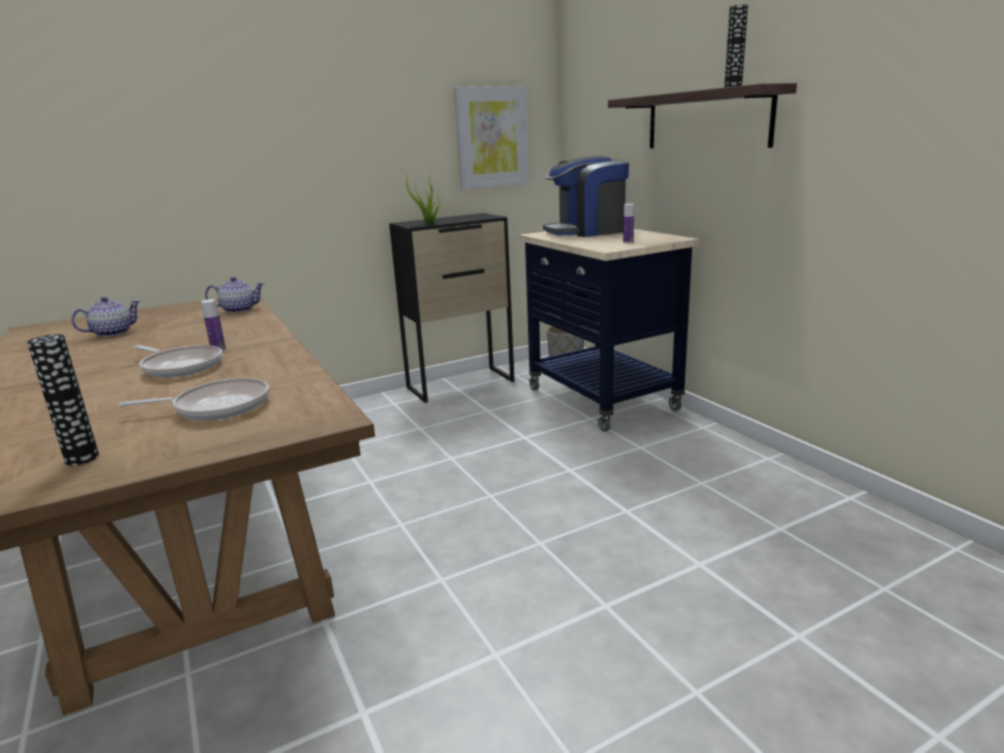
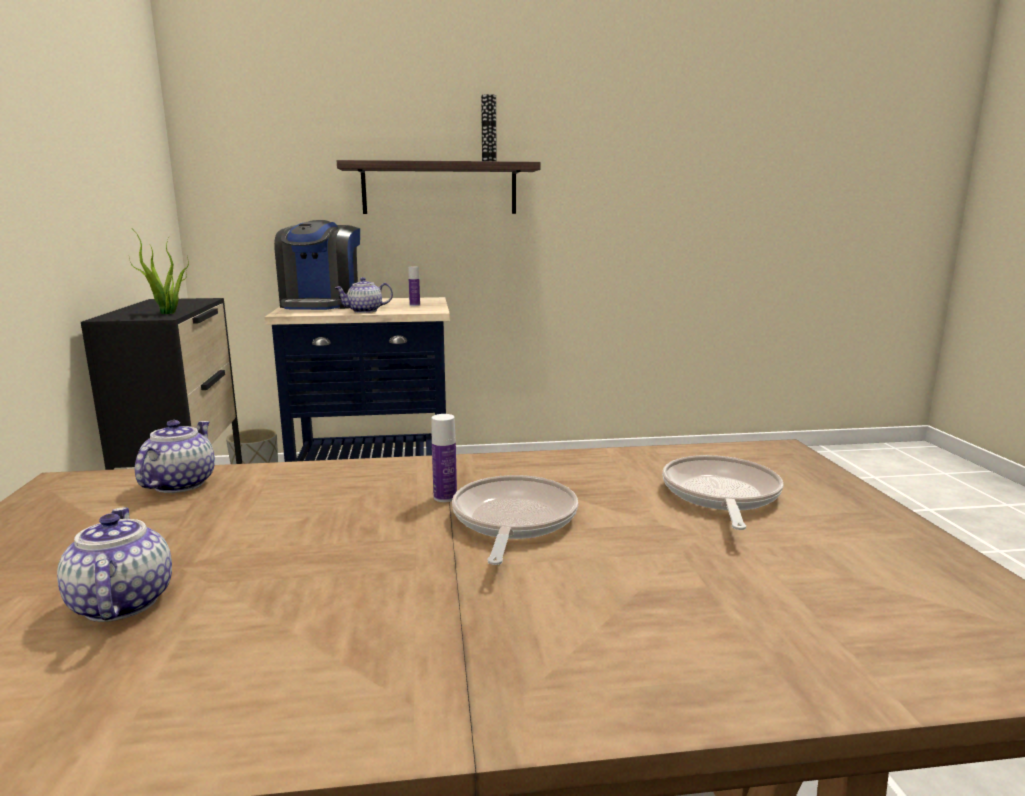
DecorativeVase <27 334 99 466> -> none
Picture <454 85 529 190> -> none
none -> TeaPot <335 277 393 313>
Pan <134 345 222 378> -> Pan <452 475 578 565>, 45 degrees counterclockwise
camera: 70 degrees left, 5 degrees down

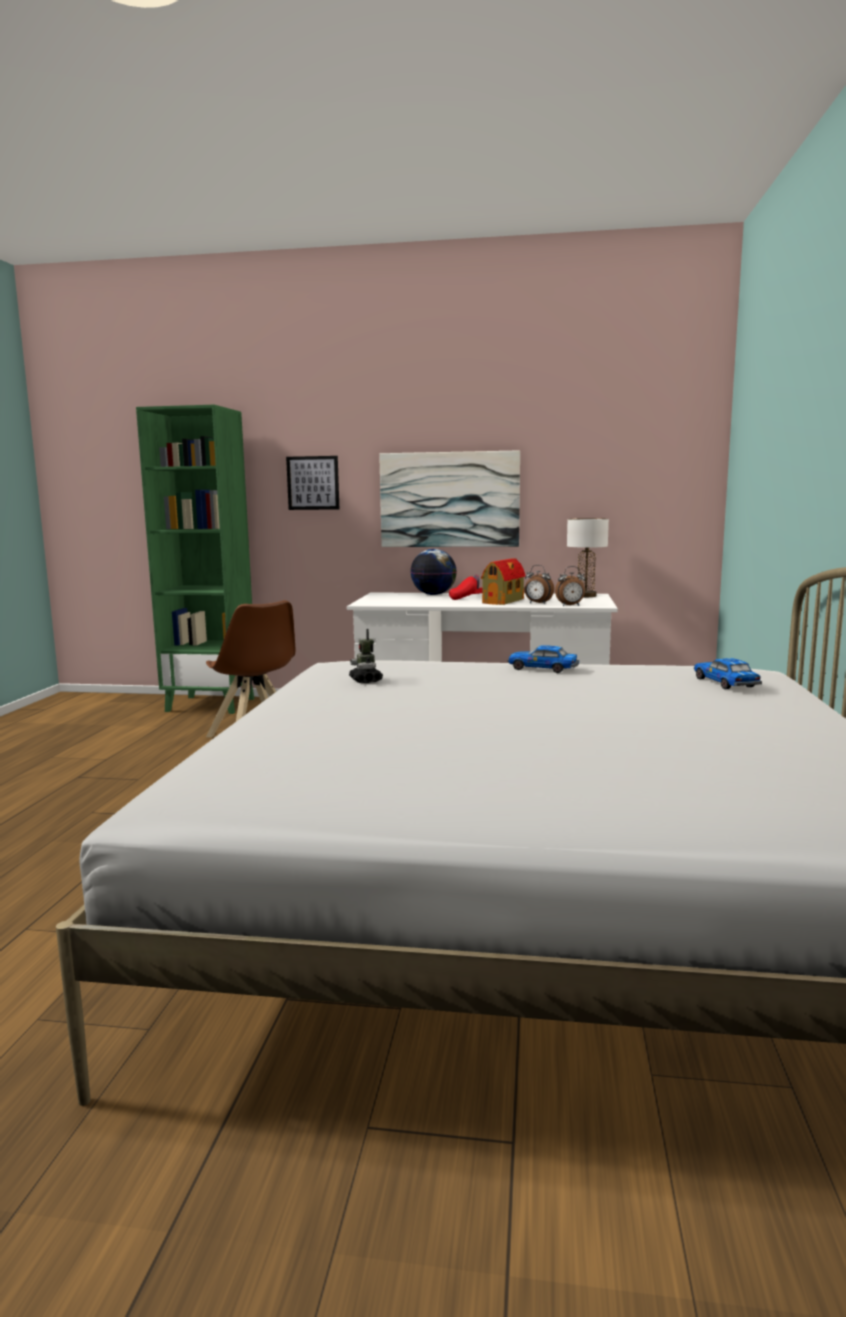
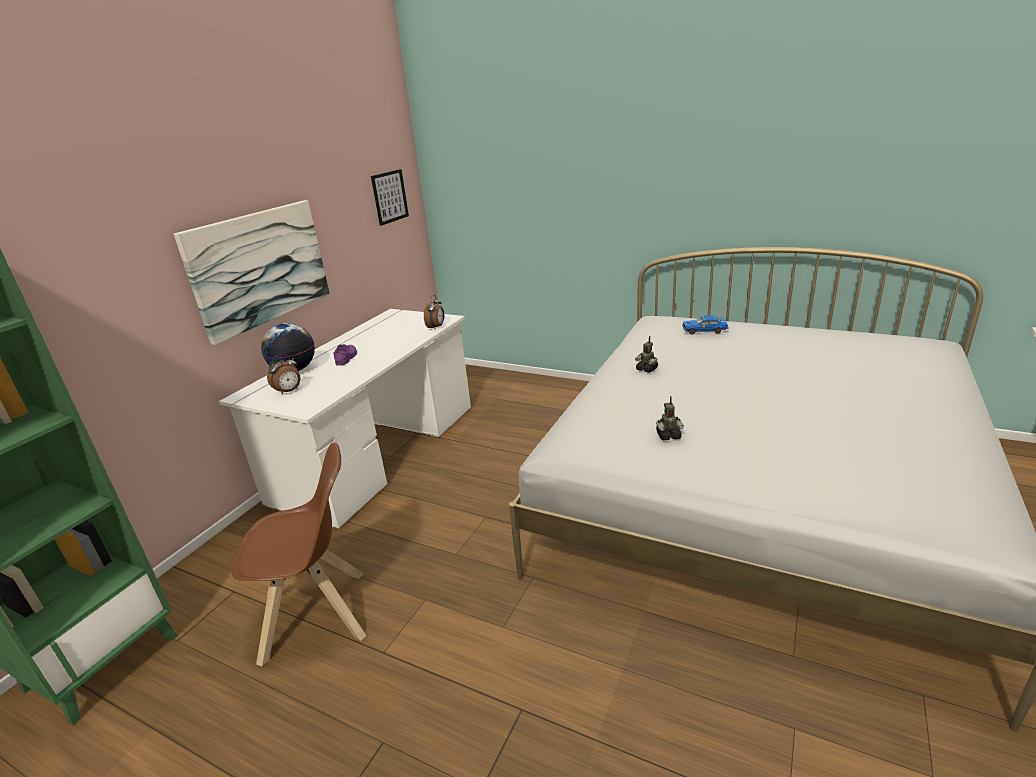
ToyHouse <481 558 525 605> -> none
TableLamp <567 518 609 597> -> none
Picture <286 456 339 510> -> Picture <371 169 409 226>, move
AlarmClock <525 565 554 604> -> AlarmClock <267 354 301 395>, move
RedColouredCap <449 574 482 600> -> PurpleColouredItemOfFootwear <333 344 357 366>
ToyCar <507 645 579 673> -> ModelRobot <635 336 658 373>
camera: 70 degrees left, 15 degrees up

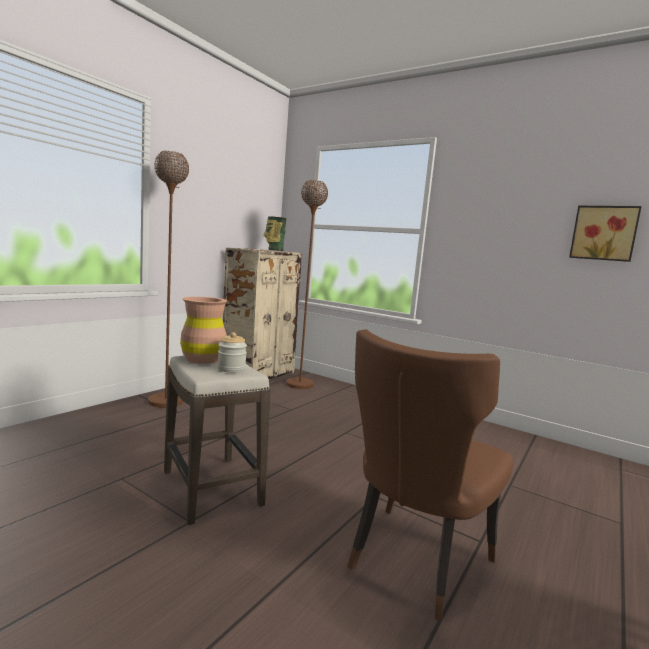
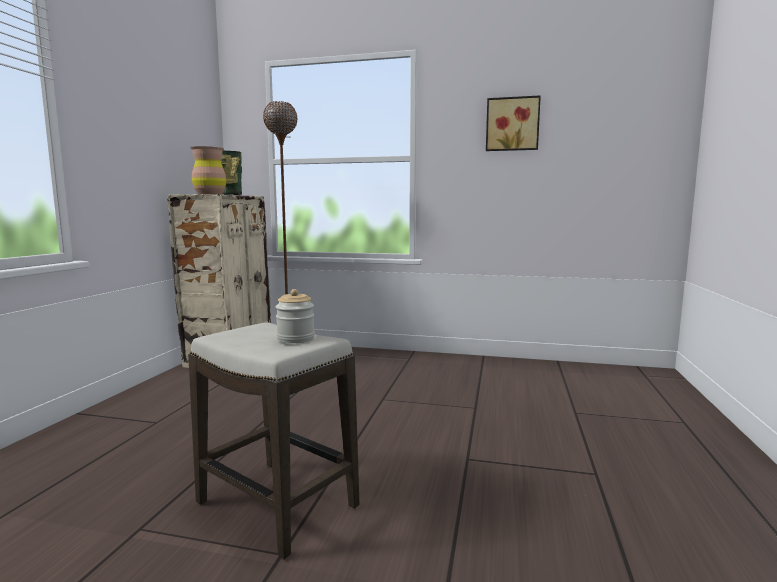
BrownishStandingLamp <148 151 189 408> -> none
BrownishPlainChair <347 329 513 621> -> none
BrownishDecorativeVase <180 297 228 364> -> BrownishDecorativeVase <190 146 226 195>, move
Picture <569 206 642 262> -> Picture <486 95 541 151>, move
camera: 20 degrees left, 0 degrees up

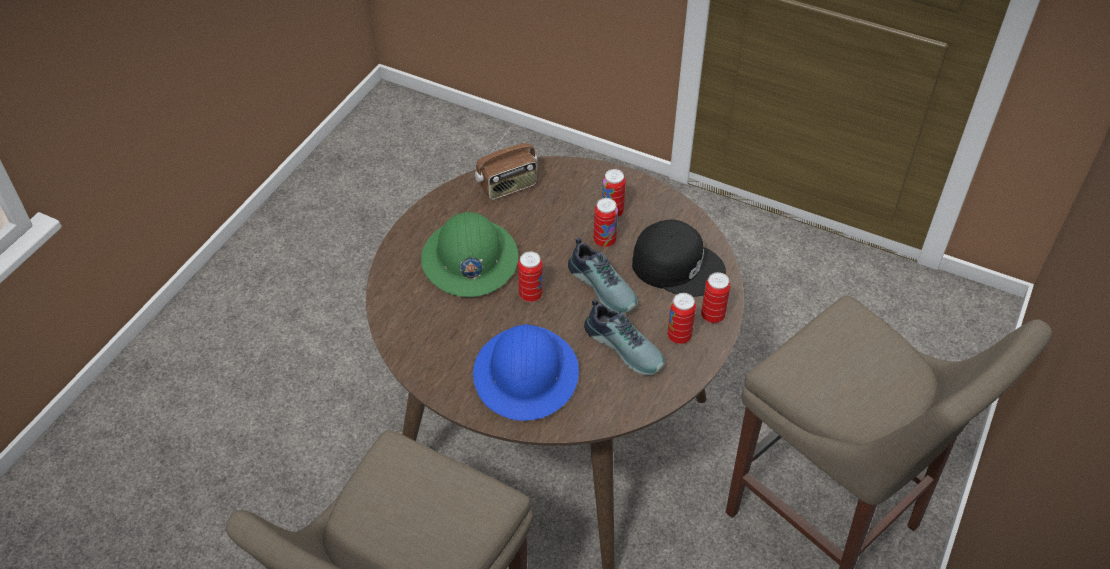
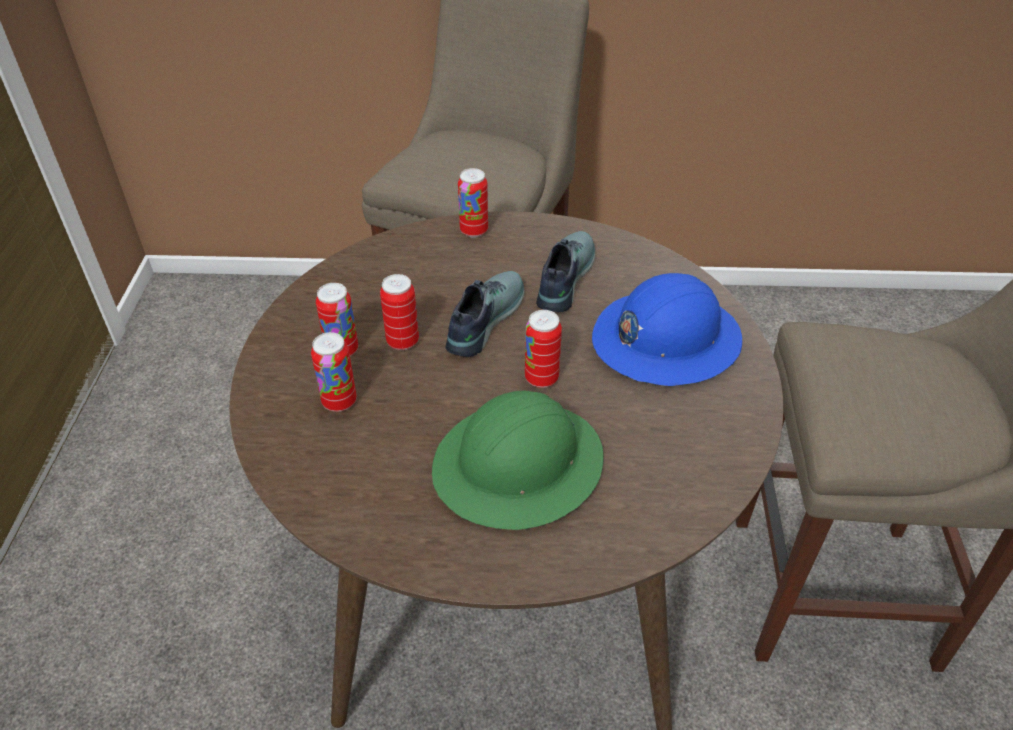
Radio <475 127 538 200> -> none
BlackColouredCap <632 220 726 297> -> none
MetalCan <667 293 696 344> -> MetalCan <311 332 357 412>, move
camera: 115 degrees left, 5 degrees down

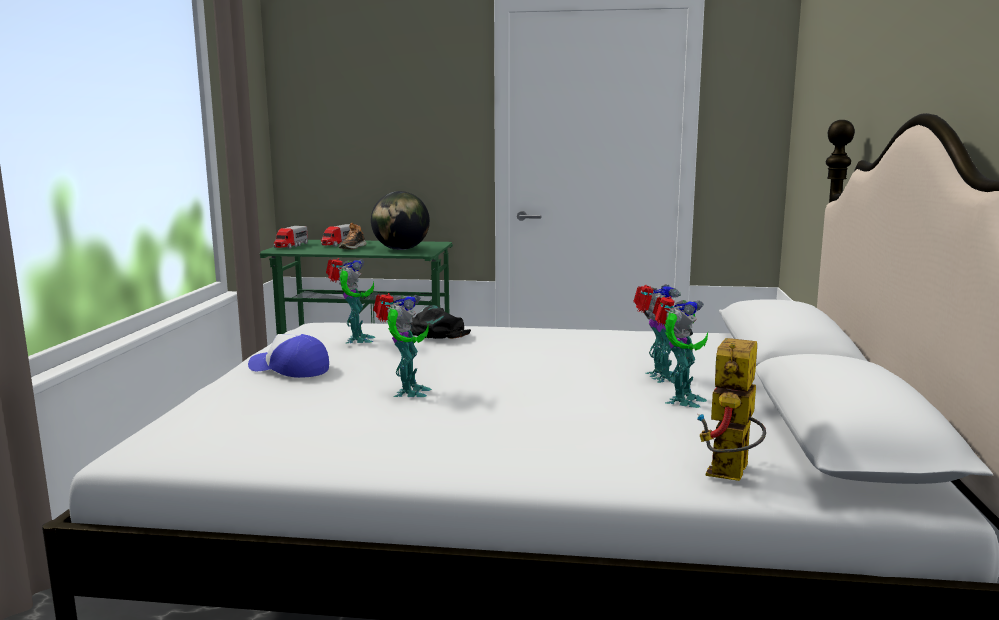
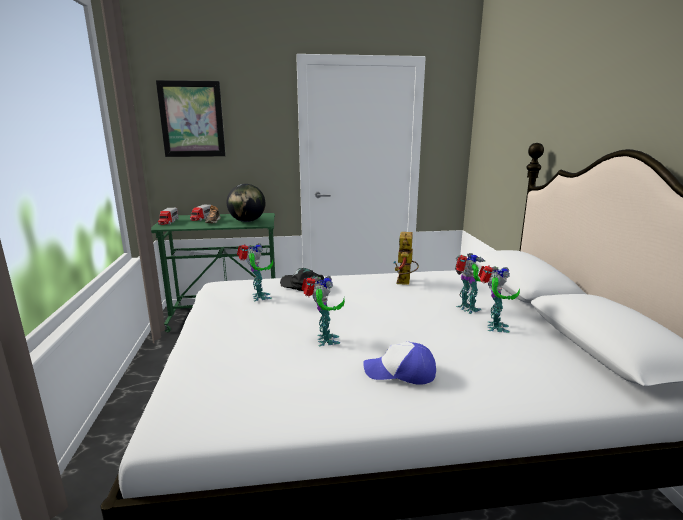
none -> Picture <156 80 226 157>
Cap <248 334 329 378> -> Cap <363 342 436 385>, move
ModelRobot <697 338 766 481> -> ModelRobot <393 232 419 285>, move
camera: 15 degrees left, 5 degrees up

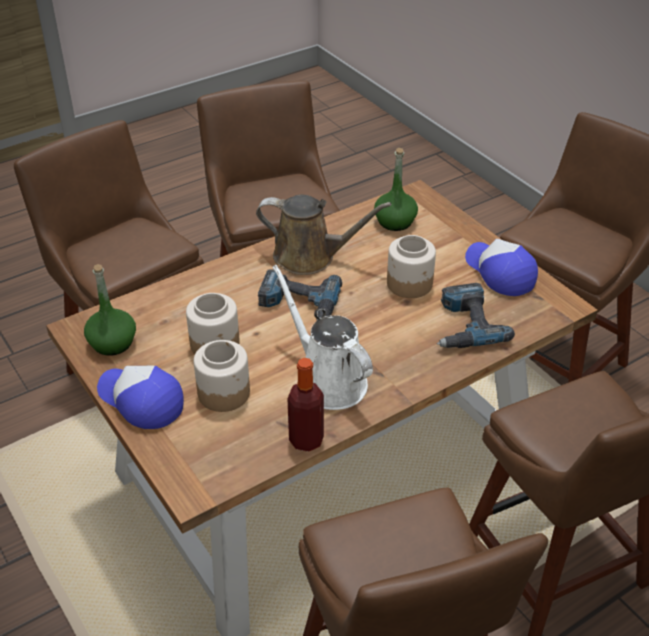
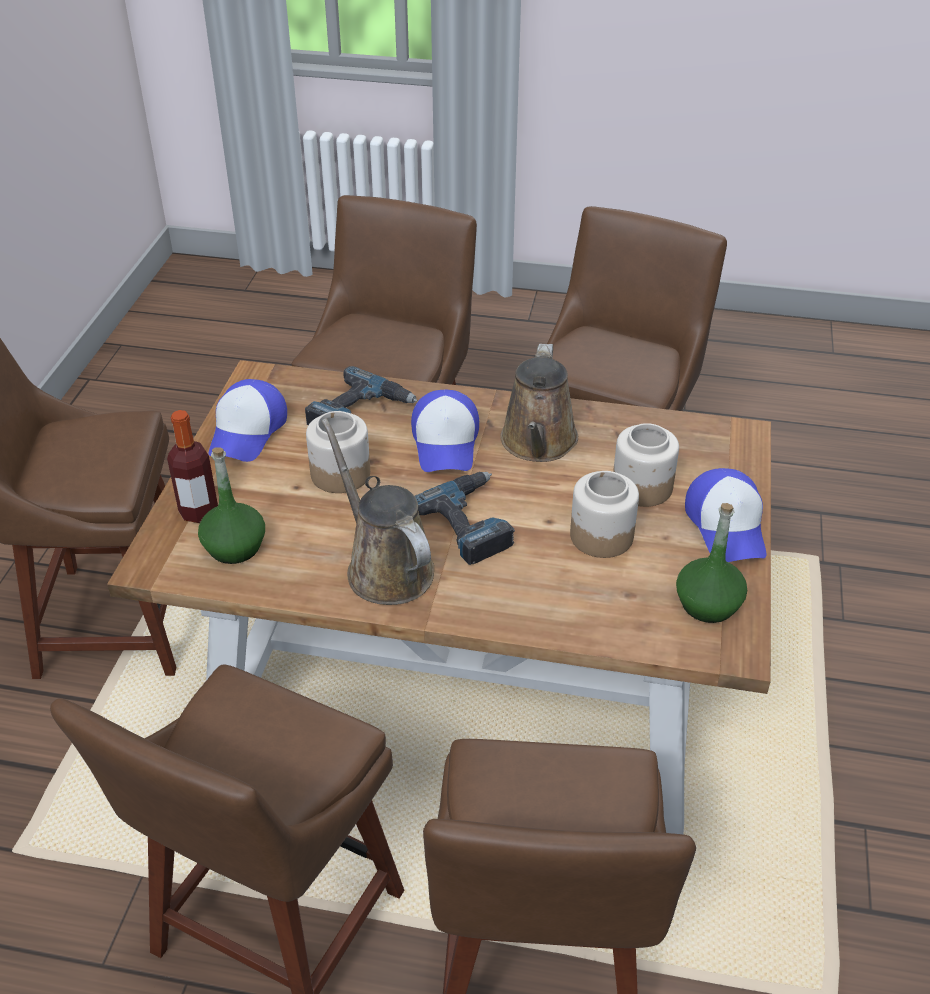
none -> Cap <411 390 479 472>
BeverageBottle <287 358 324 452> -> BeverageBottle <167 410 218 523>, move
WhiteWateringCan <272 265 373 410> -> BrownishWateringCan <500 344 578 462>
camera: 135 degrees left, 0 degrees up

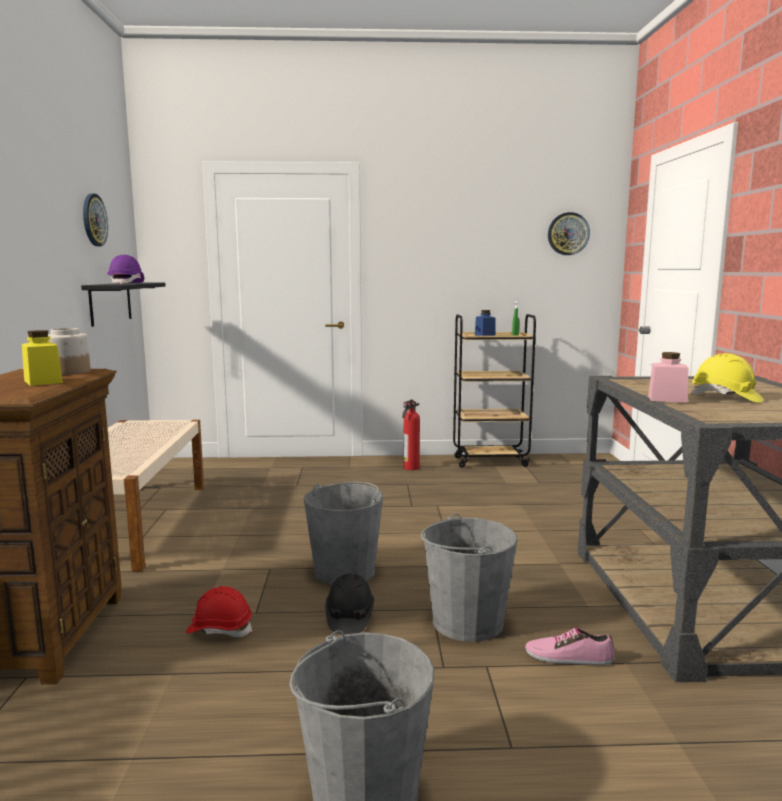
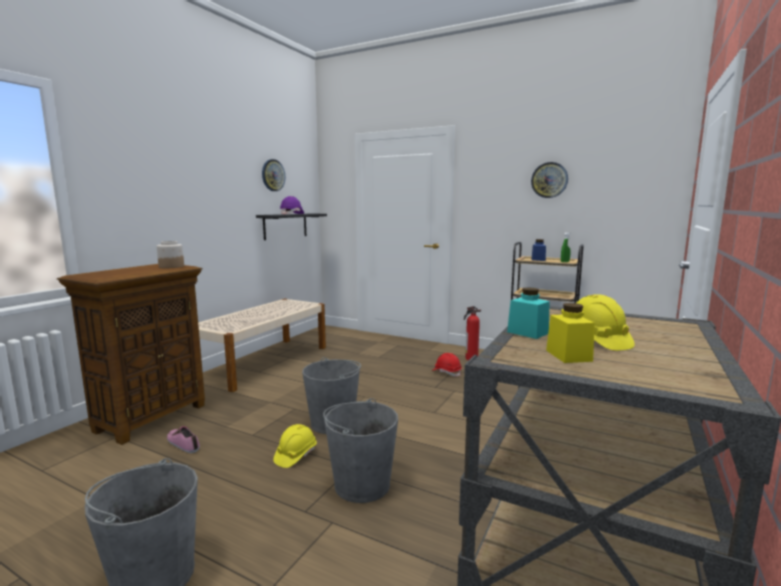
YellowColouredStorageJar <22 330 63 386> -> YellowColouredStorageJar <546 303 595 363>, move
RedColouredHardHat <186 586 253 637> -> RedColouredHardHat <432 353 462 377>, move
ItemOfFootwear <525 628 615 665> -> ItemOfFootwear <167 426 200 453>, move
WallClock <548 212 590 255> -> WallClock <531 162 568 198>, move
BlackColouredHardHat <326 574 374 634> -> YellowColouredHardHat <273 424 317 468>
PinkStorageJar <648 352 689 403> -> TurquoiseStorageJar <507 287 550 339>
camera: 30 degrees right, 0 degrees up

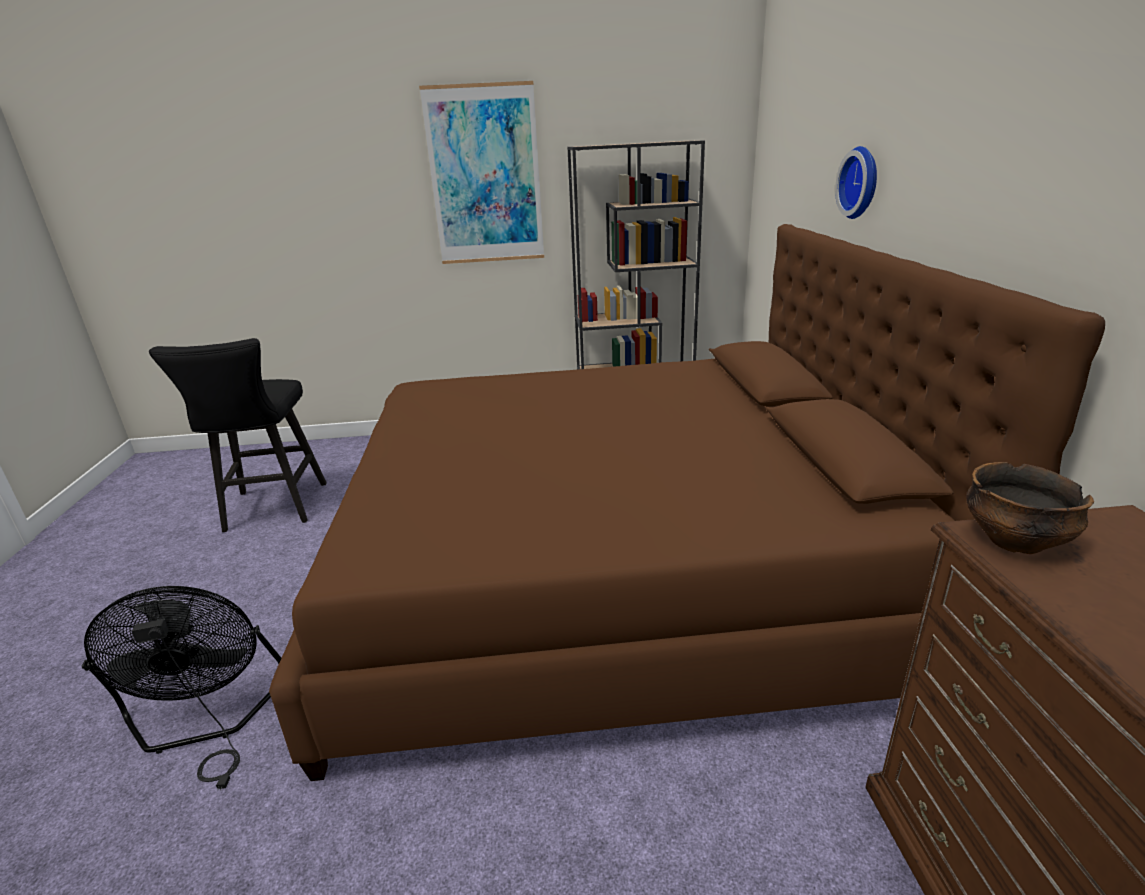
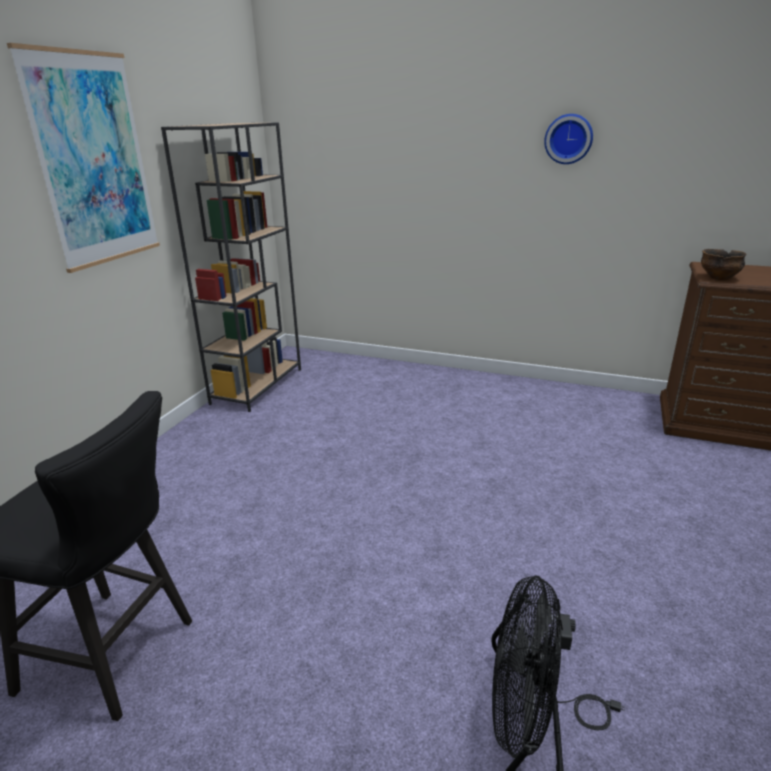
BrownishBedroomBed <269 224 1105 781> -> none
WallClock <835 146 877 219> -> WallClock <544 114 593 164>, move
camera: 65 degrees left, 0 degrees up

